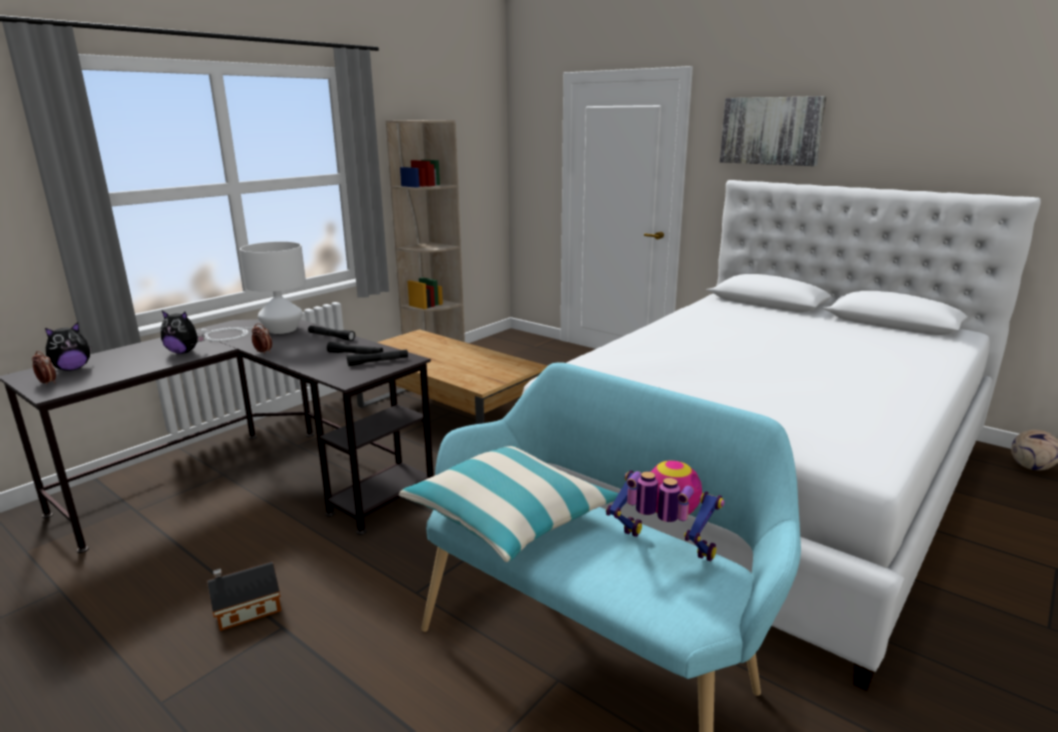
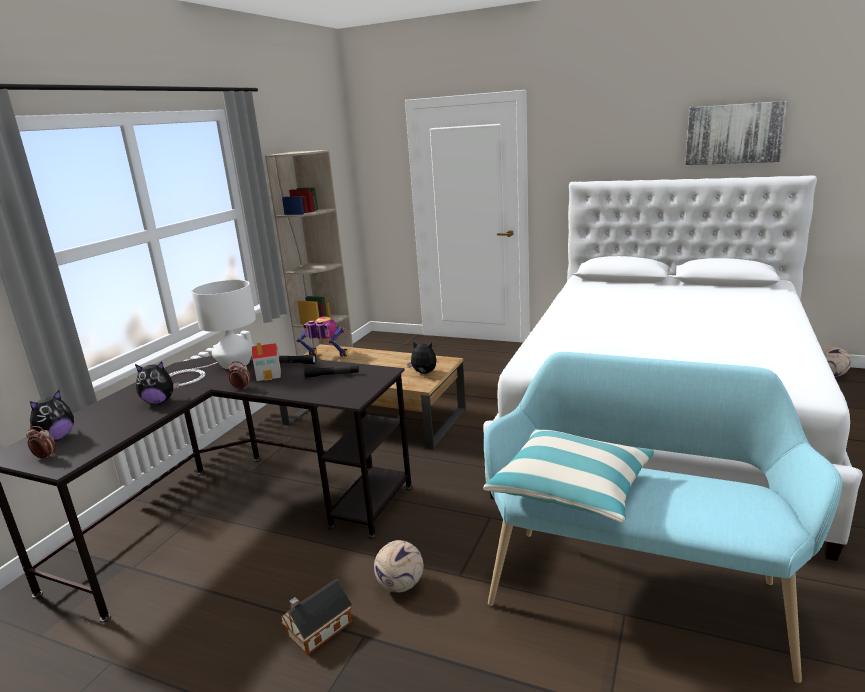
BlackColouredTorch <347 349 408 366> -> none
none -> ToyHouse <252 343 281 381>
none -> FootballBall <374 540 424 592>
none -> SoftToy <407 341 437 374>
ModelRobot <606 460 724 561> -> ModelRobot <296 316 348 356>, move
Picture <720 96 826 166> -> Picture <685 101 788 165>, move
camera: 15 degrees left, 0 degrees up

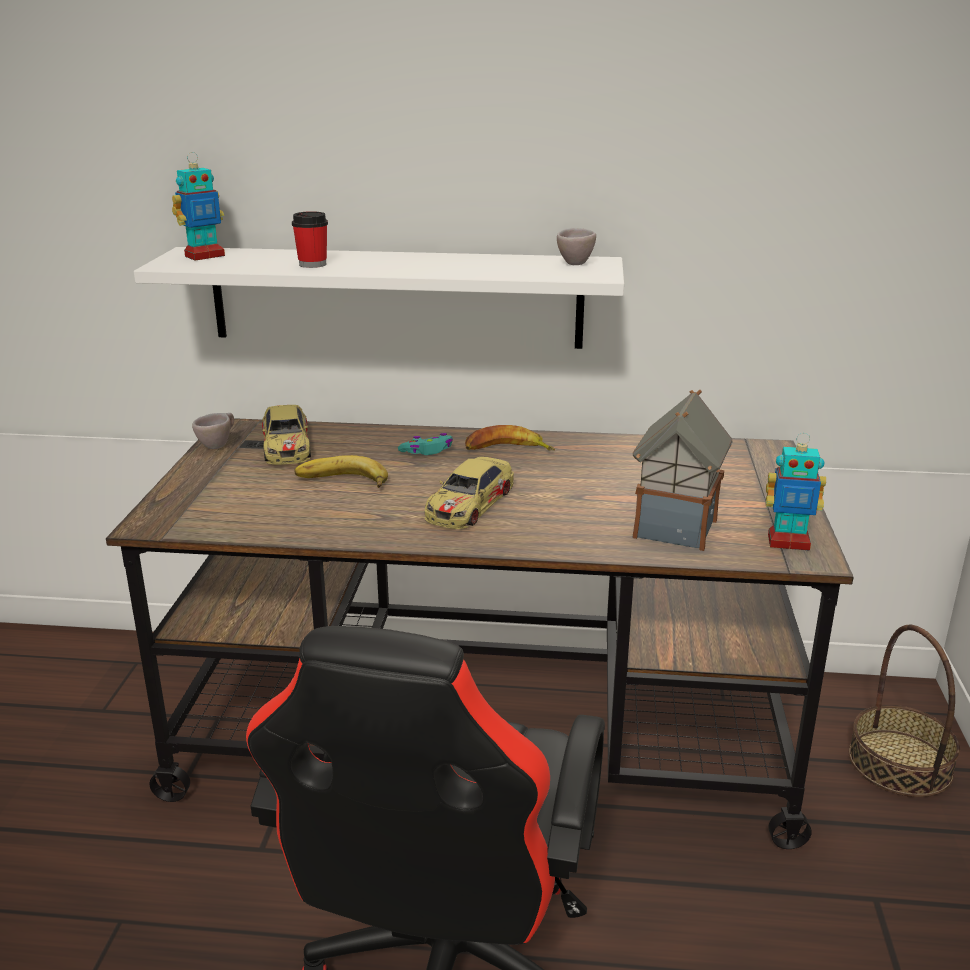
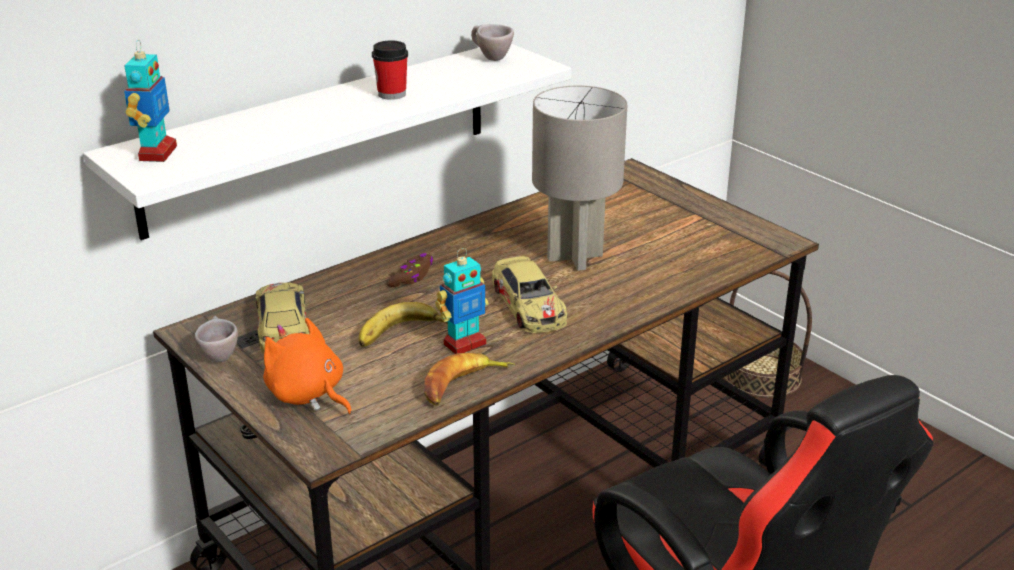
ToyHouse <632 390 732 551> -> none
none -> OrangeSoftToy <263 318 352 414>
none -> GreyishTableLamp <532 85 627 271>
SmallCup <292 211 328 268> -> SmallCup <372 40 408 100>, move
WholeBanana <465 425 555 451> -> WholeBanana <424 353 516 405>, move
ModelRobot <766 433 826 551> -> ModelRobot <435 248 489 354>, move
TurquoiseJoypad <398 433 453 455> -> BrownishJoypad <387 253 433 287>
ToyCar <262 405 311 465> -> ToyCar <255 283 309 354>, 135 degrees counterclockwise
camera: 45 degrees left, 5 degrees up

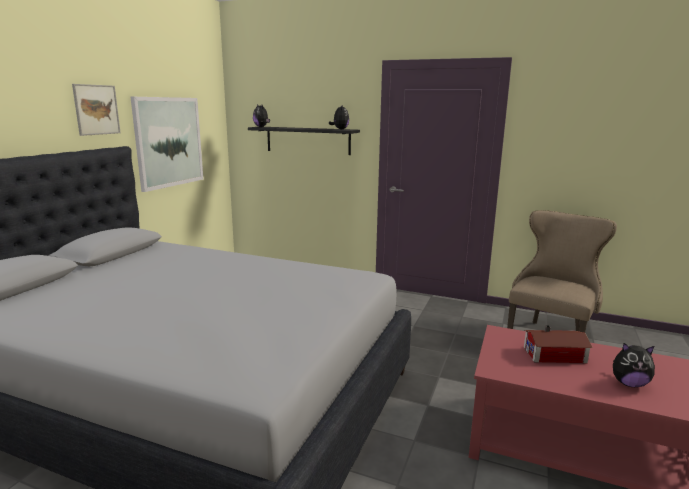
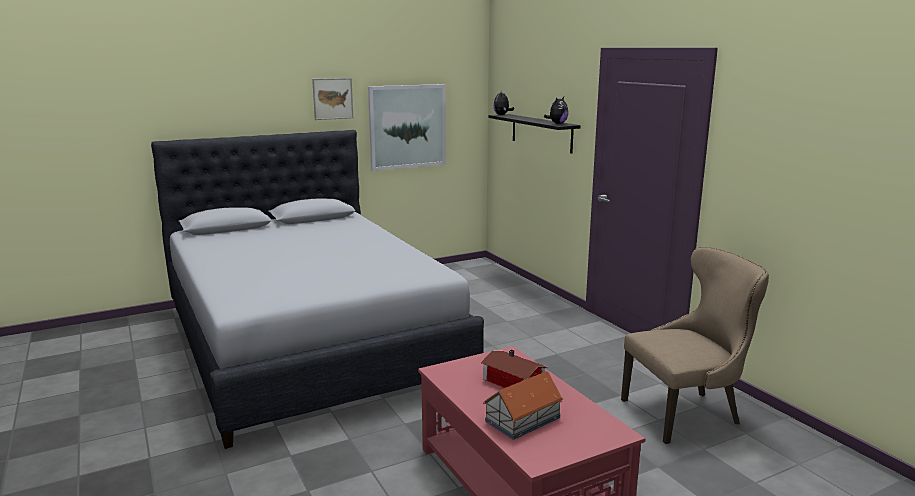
SoftToy <613 343 655 387> -> ToyHouse <483 371 563 440>
camera: 40 degrees right, 0 degrees up

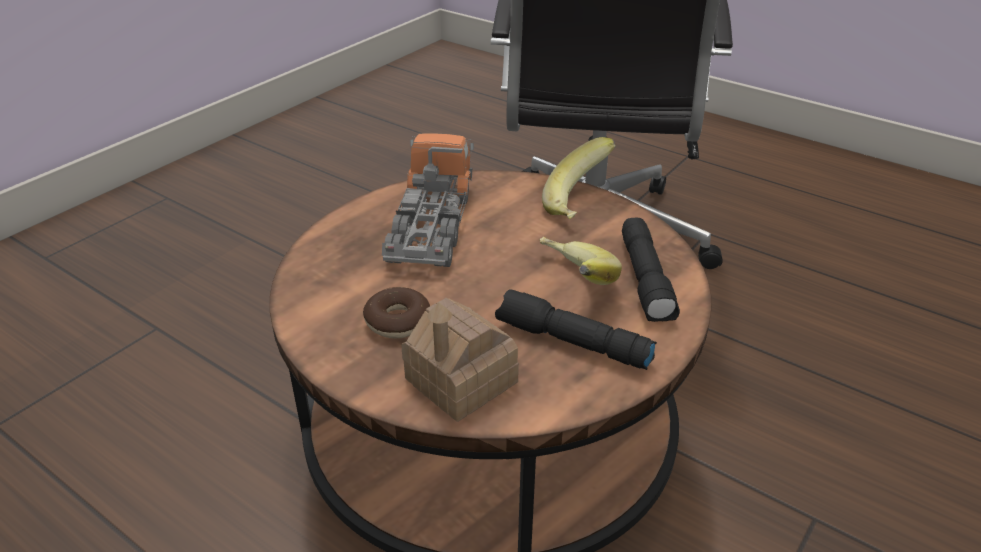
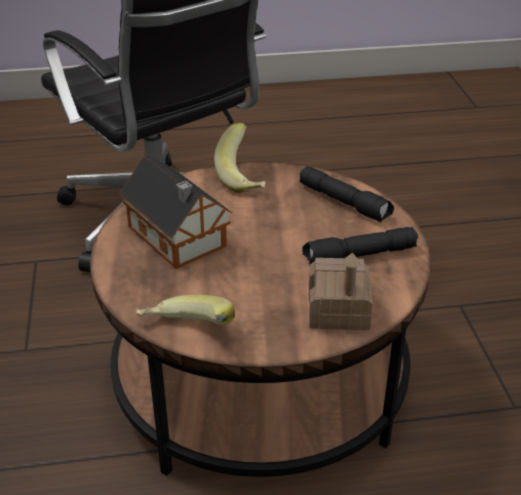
Donut <363 287 430 339> -> none
WholeBanana <540 237 622 285> -> WholeBanana <136 295 235 325>, move
ToyLorry <382 133 474 267> -> ToyHouse <119 154 233 269>
camera: 45 degrees left, 0 degrees up

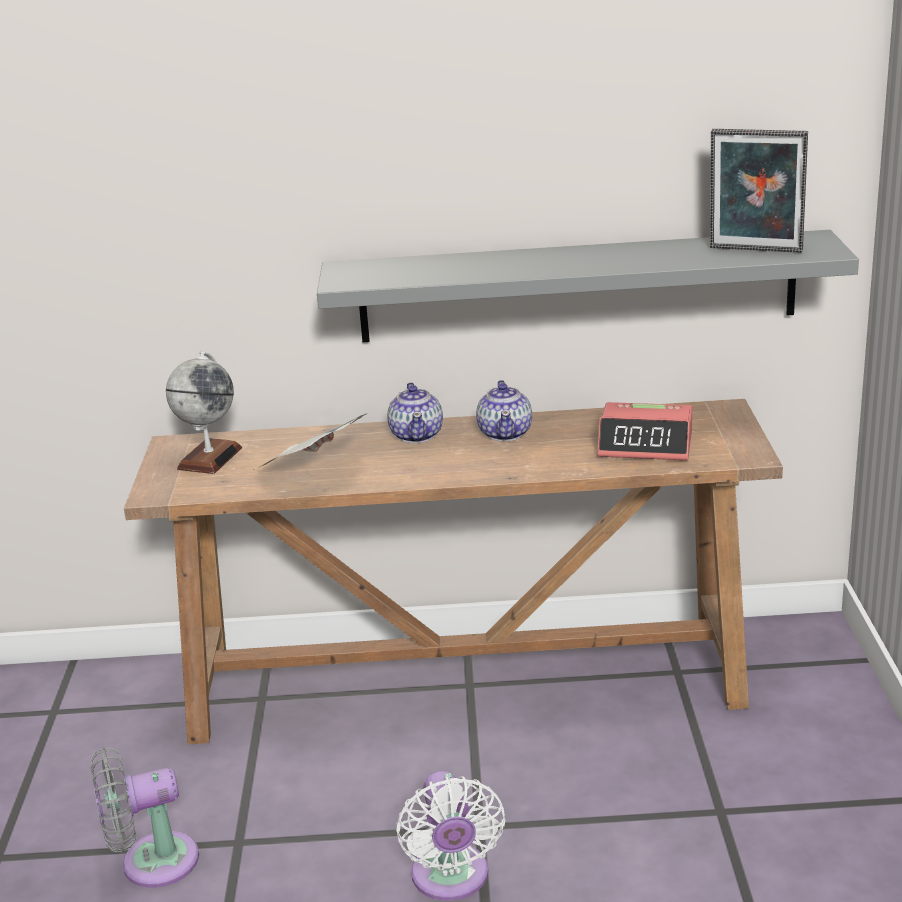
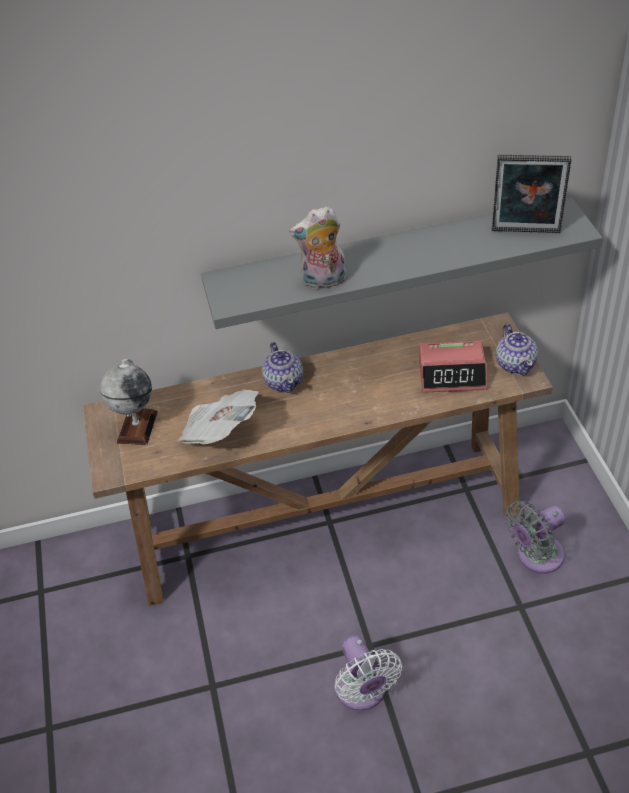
none -> SoftToy <289 206 346 289>
GreyishFan <91 747 199 888> -> GreyishFan <505 501 566 574>, move
TeaPot <476 380 532 441> -> TeaPot <496 324 538 375>, move
camera: 10 degrees left, 20 degrees up

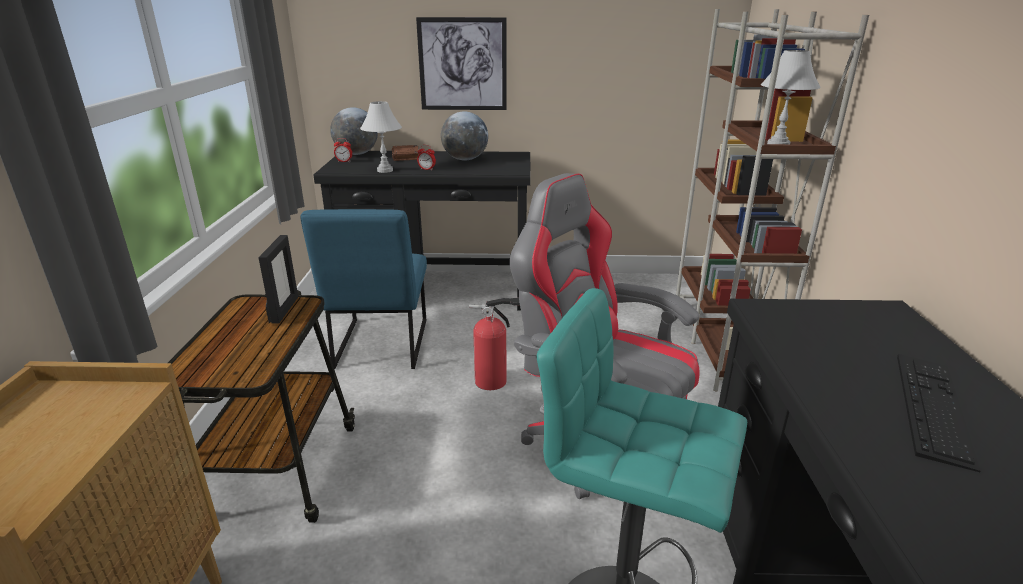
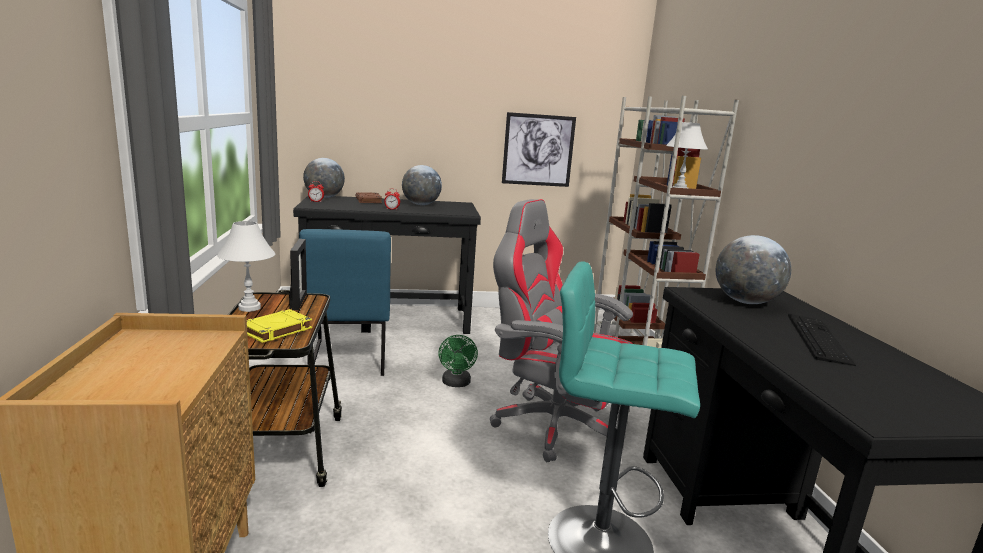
none -> YellowColouredVolume <247 309 312 343>
none -> DeskGlobe <716 235 791 304>
WhiteTableLamp <360 101 402 173> -> WhiteTableLamp <217 221 275 312>, move
Picture <416 17 507 110> -> Picture <502 112 576 187>, move
FireExtinguisher <469 298 520 390> -> GreenishFan <438 335 478 387>
camera: 10 degrees left, 10 degrees down

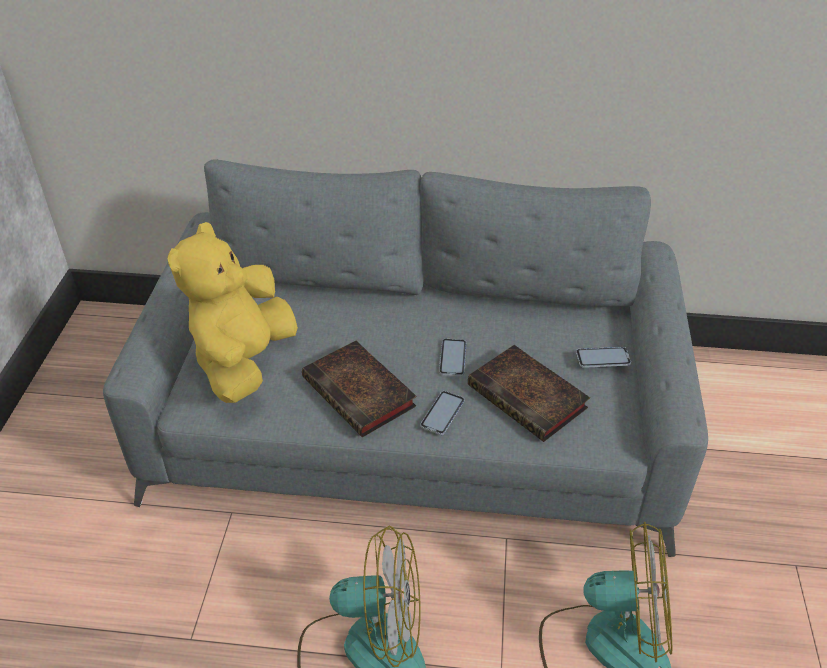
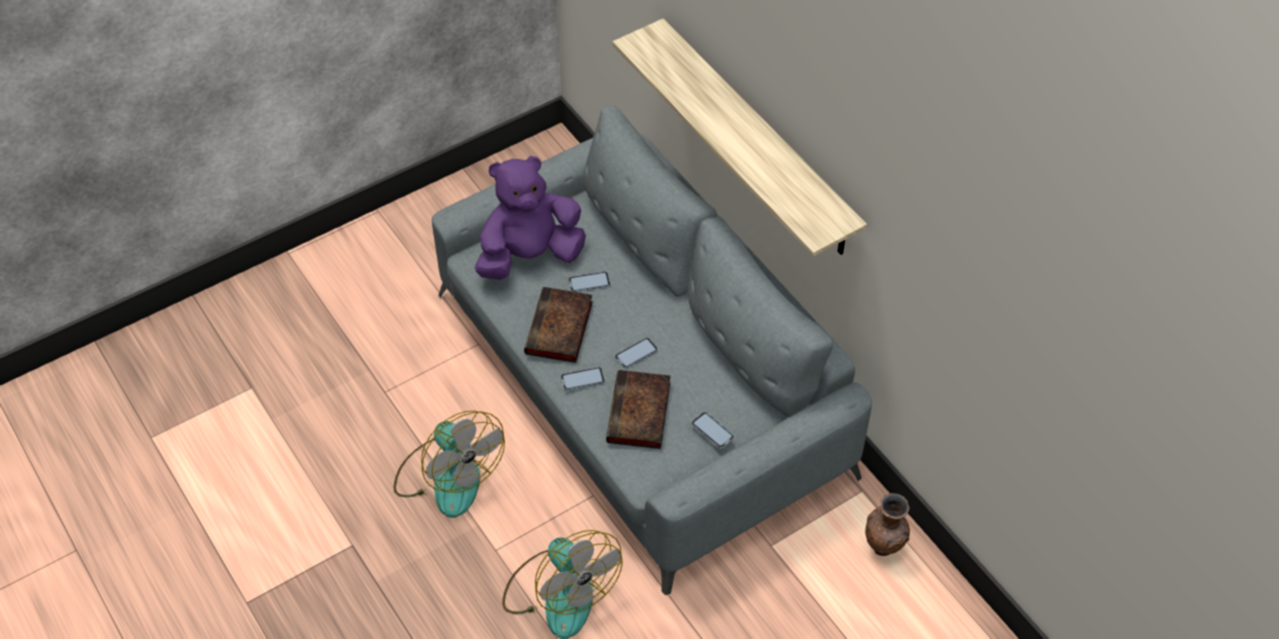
none -> Telephone <568 271 610 292>
none -> Shelf <613 19 867 257>
none -> BrownishDecorativeVase <865 493 910 556>
YellowColouredSoftToy <167 222 298 403> -> PurpleColouredSoftToy <475 156 586 280>
camera: 50 degrees right, 10 degrees up

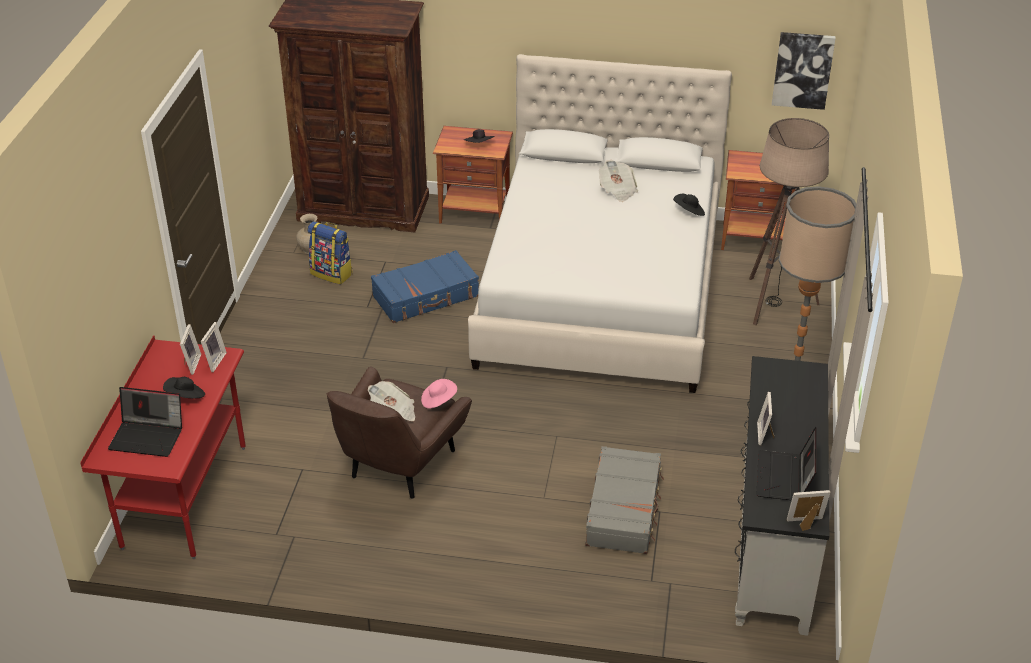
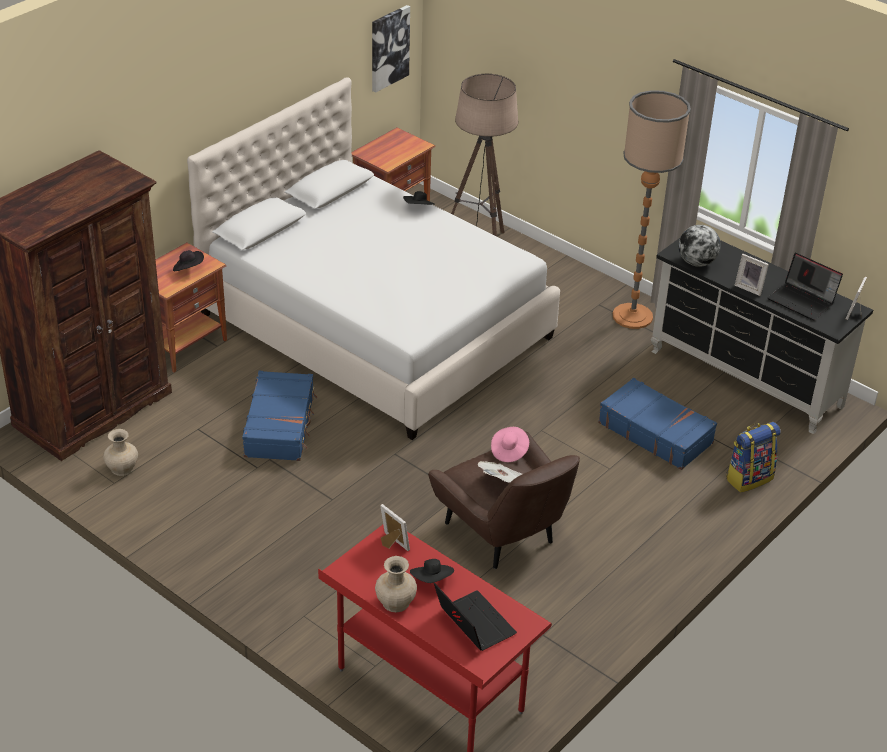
PictureFrame <180 324 201 375> -> none
DailyPaper <598 160 638 202> -> none
none -> BeigeDecorativeVase <375 556 417 613>
none -> DeskGlobe <679 225 721 267>
Backpack <308 221 353 284> -> Backpack <726 422 781 493>, move
GreyishPieceOfLuggage <585 446 664 554> -> BluishPieceOfLuggage <598 378 717 470>
NotebookComputer <108 387 182 457> -> NotebookComputer <434 582 517 651>, 75 degrees counterclockwise
camera: 60 degrees left, 0 degrees up

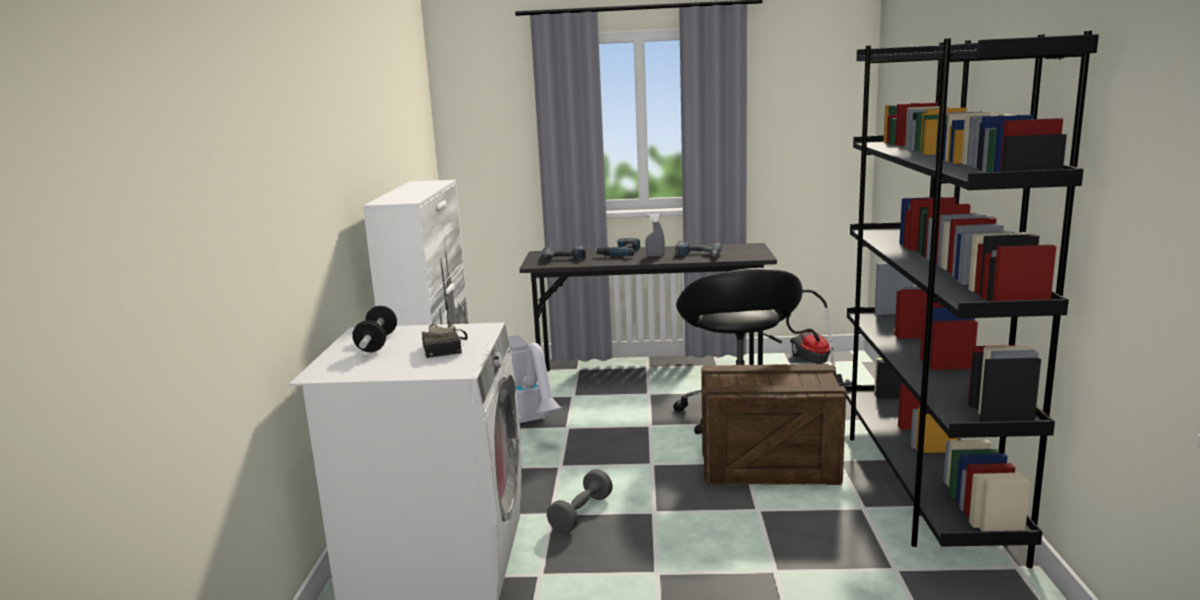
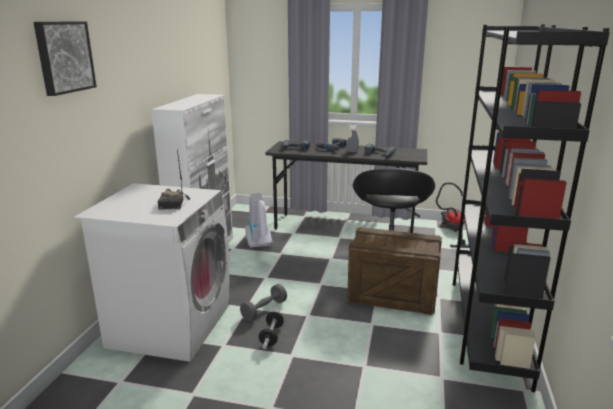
none -> Picture <33 21 97 96>
Dumbbell <352 306 397 352> -> Dumbbell <259 310 284 349>, move
camera: 10 degrees right, 5 degrees up

